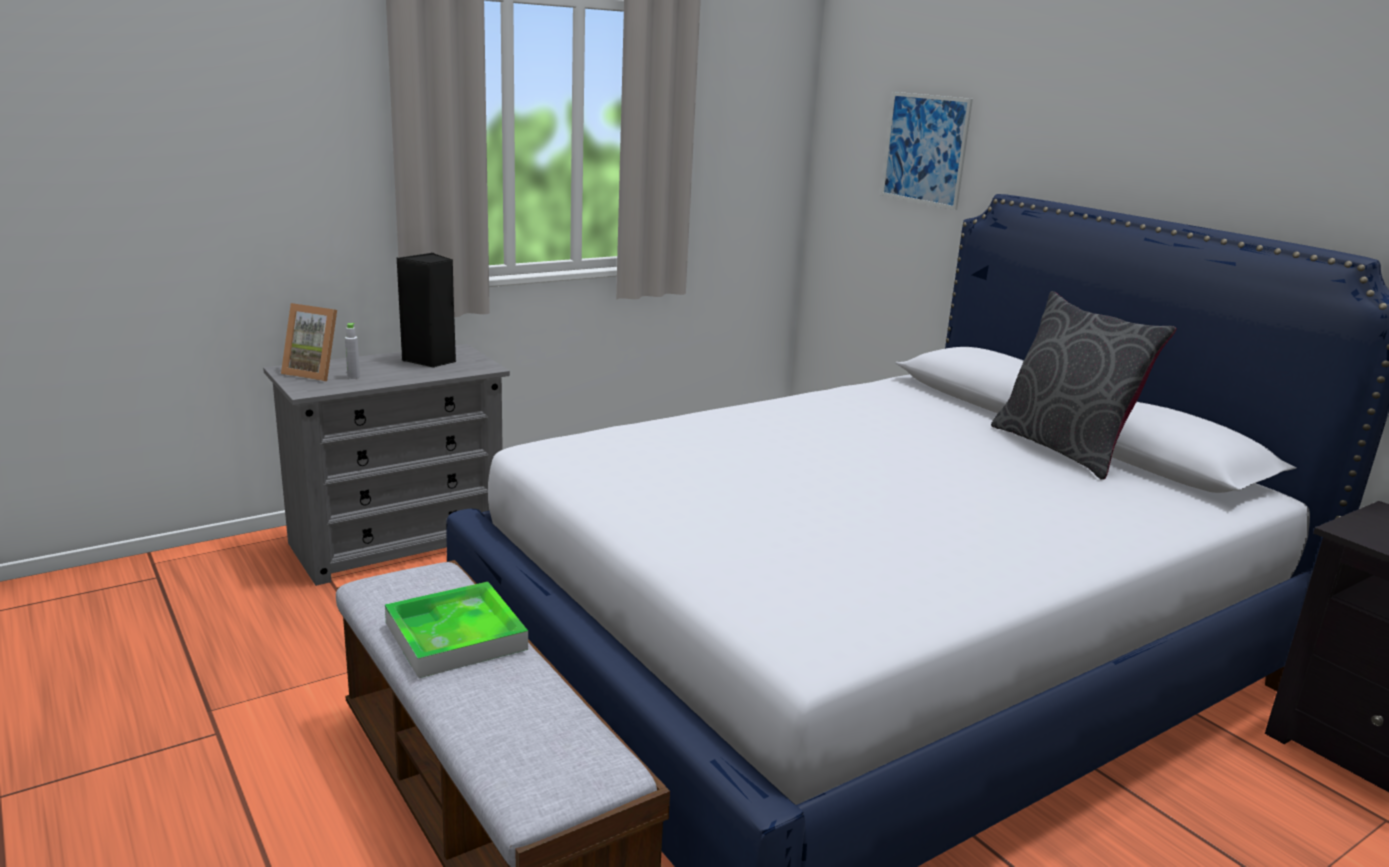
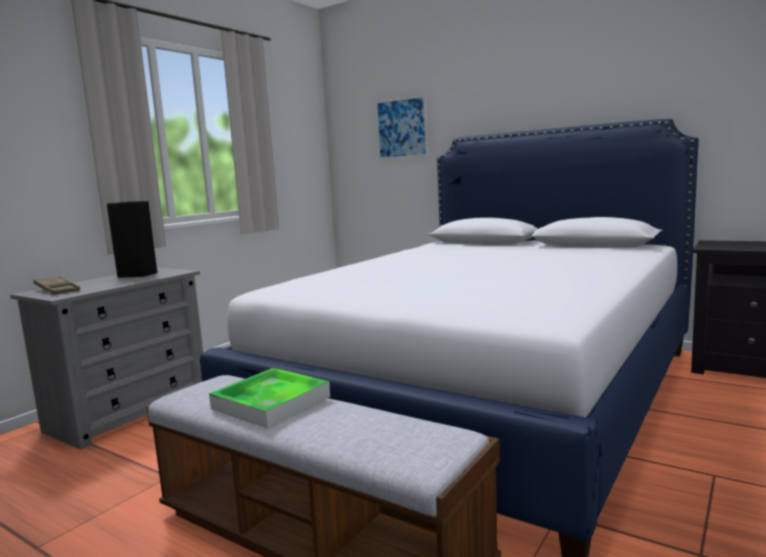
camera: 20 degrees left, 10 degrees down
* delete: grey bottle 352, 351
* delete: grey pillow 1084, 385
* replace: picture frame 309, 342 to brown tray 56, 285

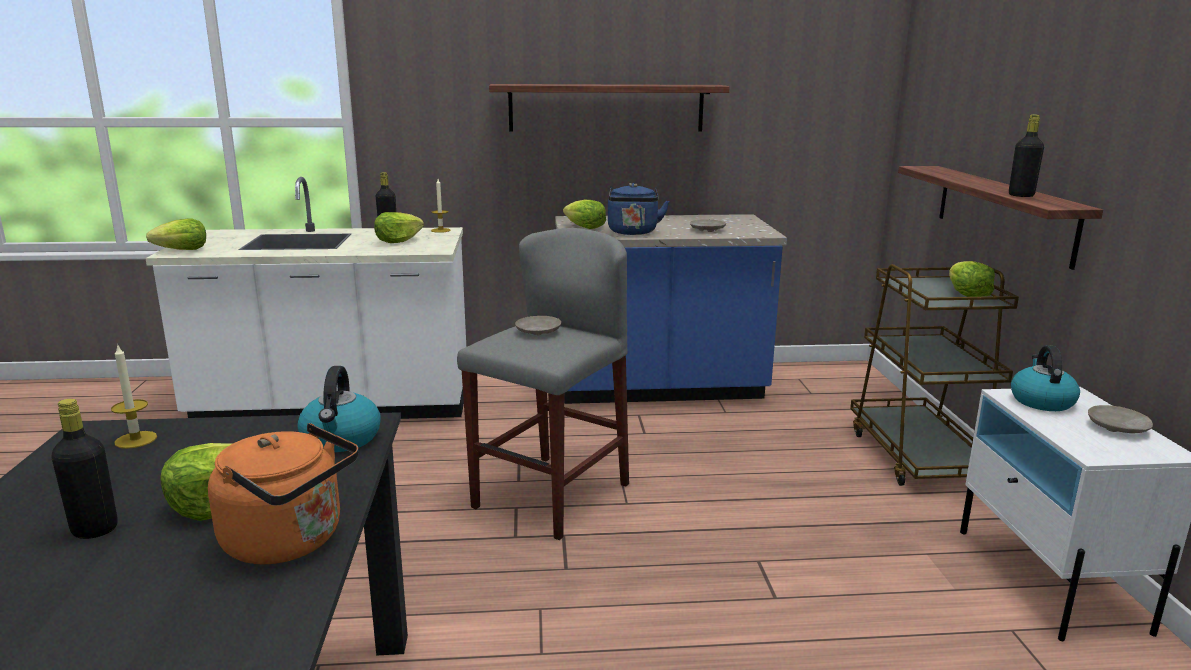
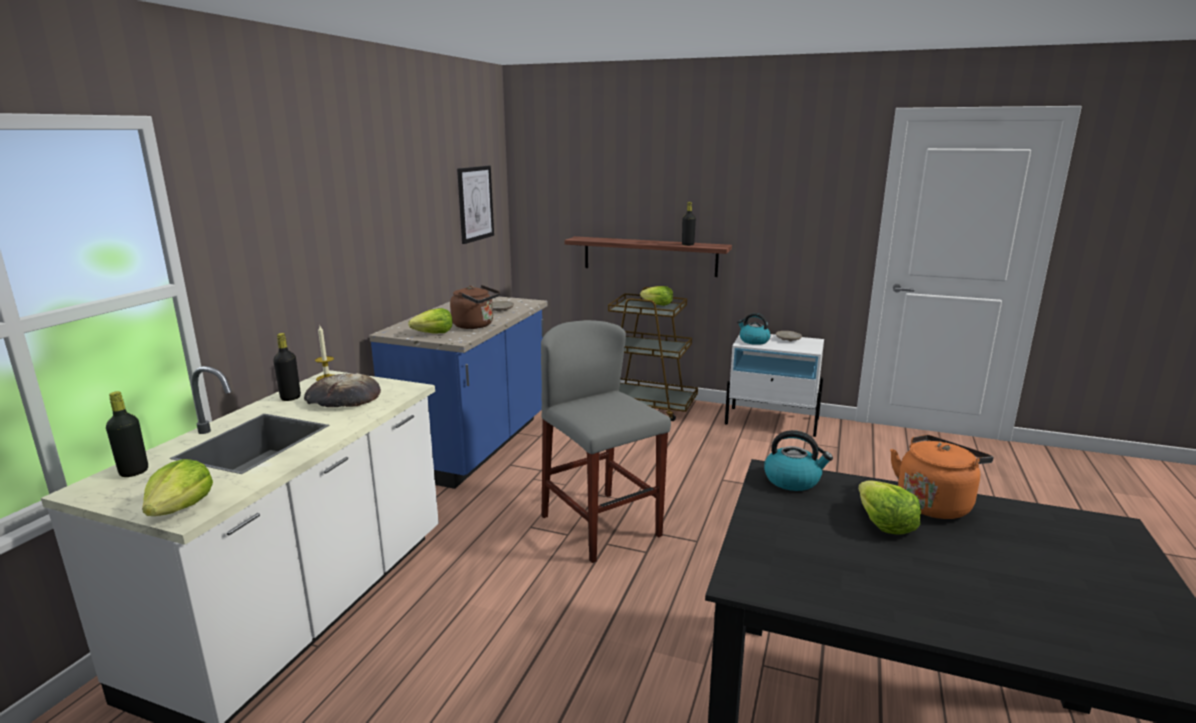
camera: 65 degrees left, 0 degrees up
* delete: candle 134, 396
* delete: shelf 609, 108
* delete: beige plate 538, 325
* insert: picture 475, 205
* move: black bottle 84, 469 to 127, 434
* replace: lettuce 399, 227 to bread 342, 390
* recolor: blue kettle 638, 209 to brown kettle 475, 307

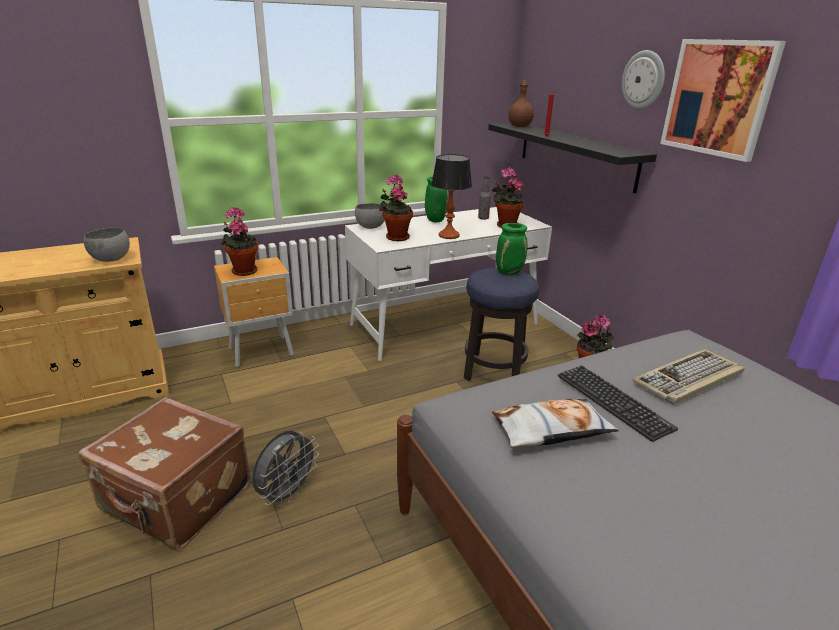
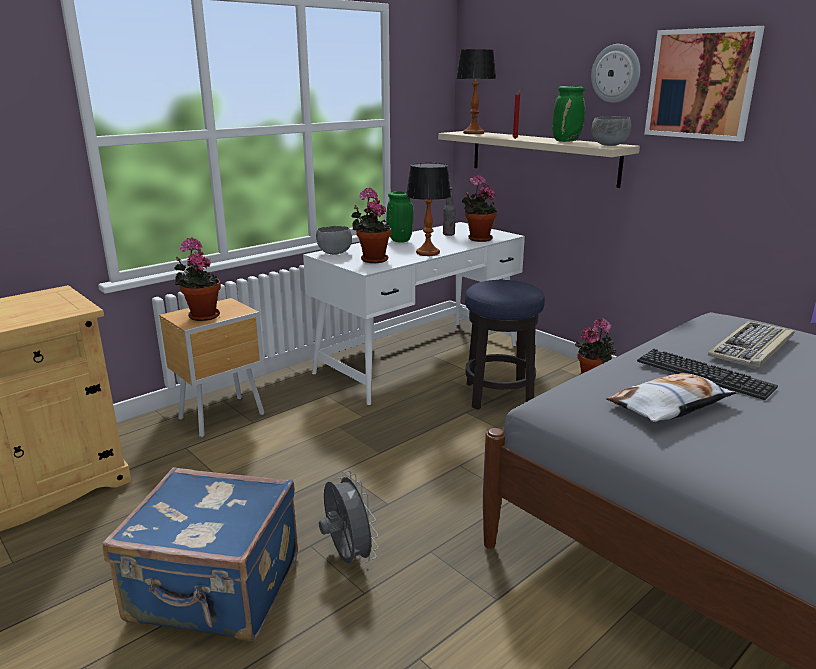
camera: 15 degrees left, 5 degrees down
* move: grey bowl 106, 245 to 611, 131
* move: green vase 511, 249 to 568, 114
* replace: brown bottle 521, 103 to table lamp 476, 91
* recolor: brown suitcase 165, 473 to blue suitcase 200, 554
* recolor: black shelf 572, 158 to beige shelf 539, 159
* rotate: grey fan 285, 469 = 349, 517 45 degrees counterclockwise

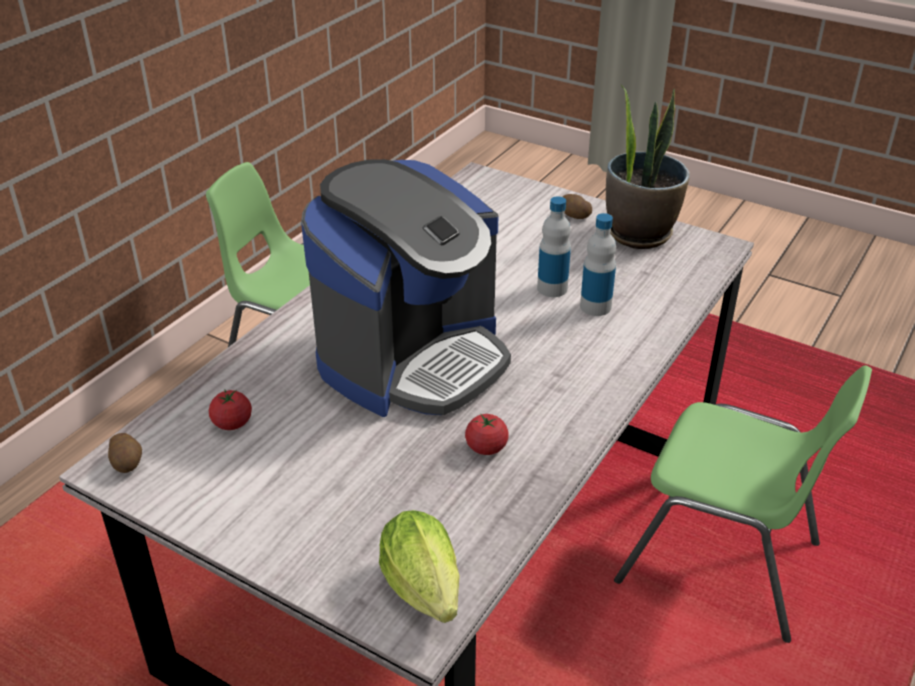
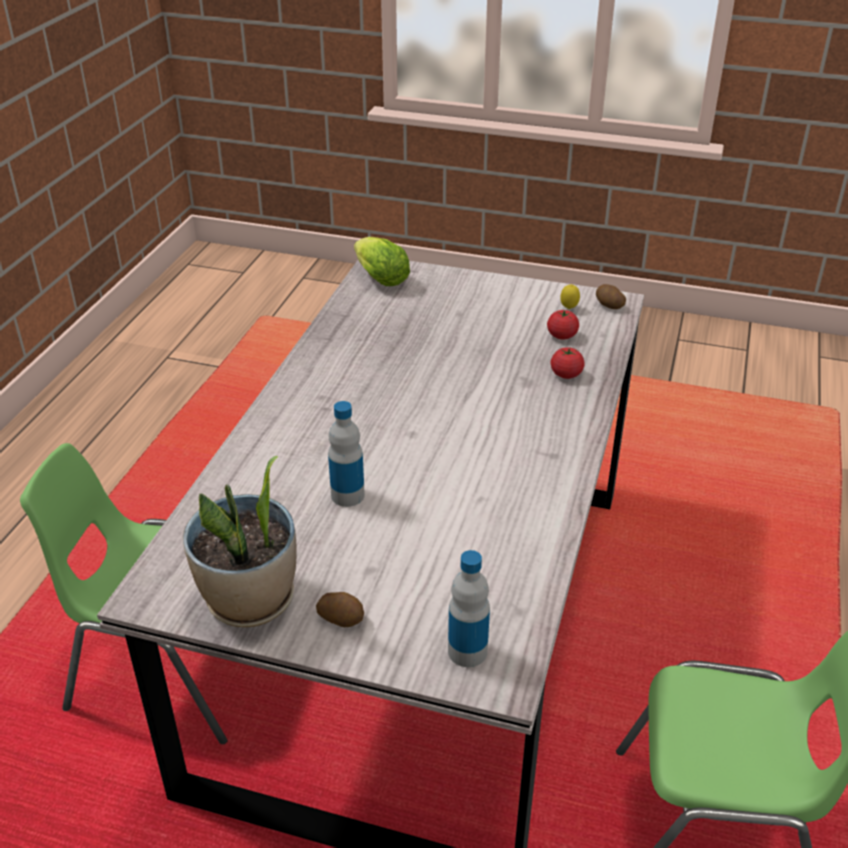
camera: 165 degrees right, 0 degrees up
* delete: coffee machine 406, 288
* insert: lemon 570, 296
* move: tomato 487, 434 to 567, 363
* move: bottle 598, 264 to 469, 608

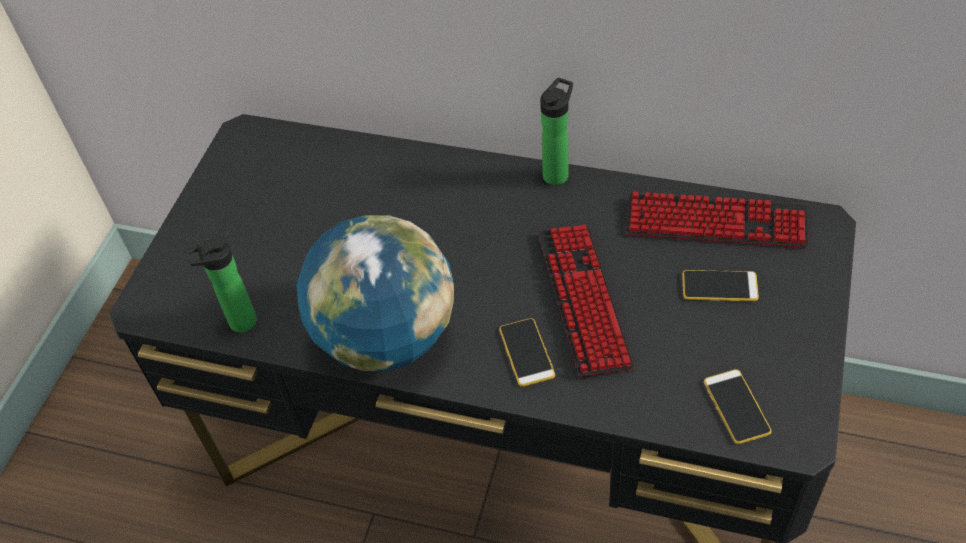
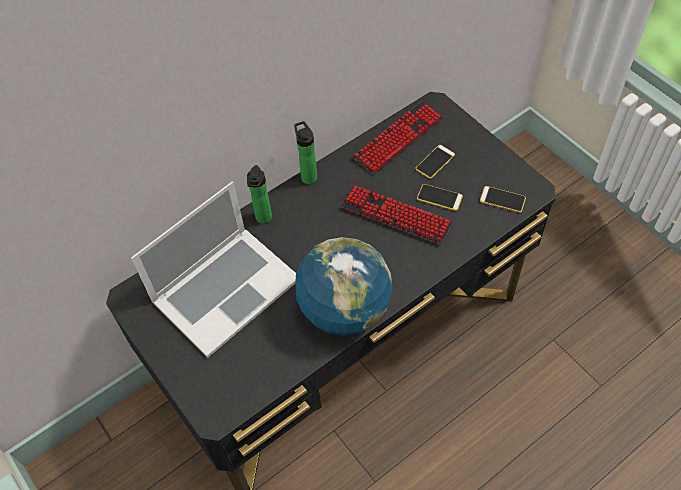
camera: 55 degrees left, 5 degrees up
* insert: laptop 213, 269
* move: bottle 220, 284 to 259, 194
* move: phone 527, 352 to 440, 197

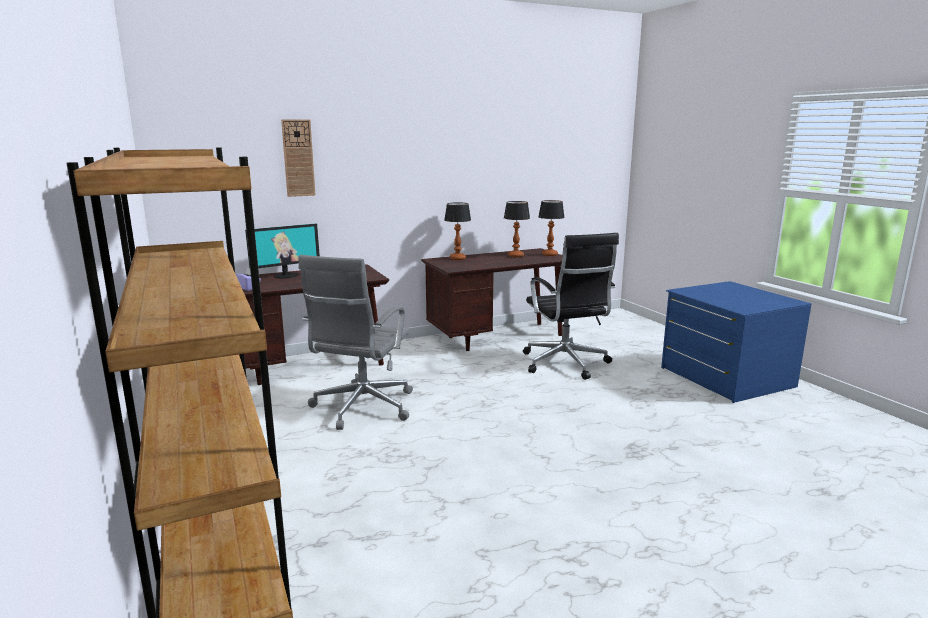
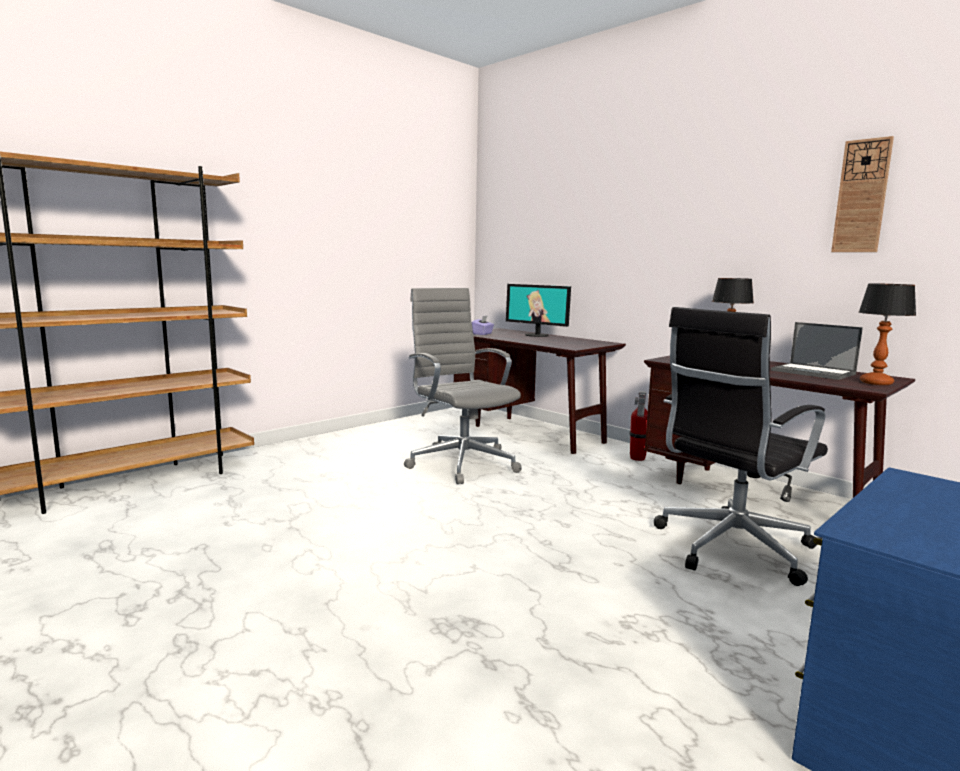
camera: 70 degrees right, 5 degrees down
* insert: fire extinguisher 638, 426
* move: wall clock 298, 158 to 862, 194
* replace: table lamp 517, 229 to laptop 817, 351
* rotate: grey office chair 356, 342 = 463, 386 60 degrees clockwise

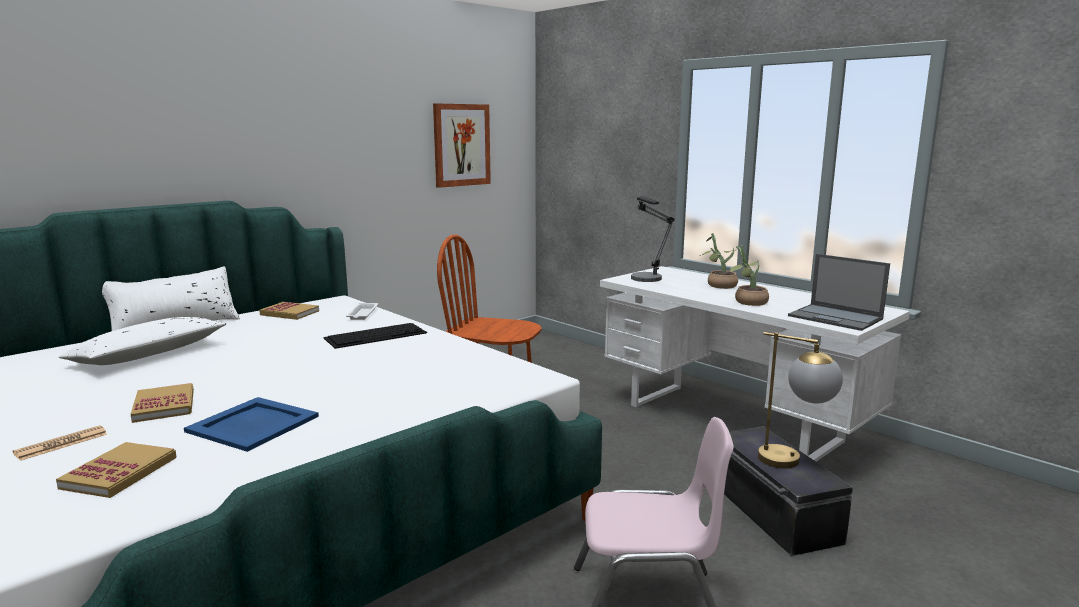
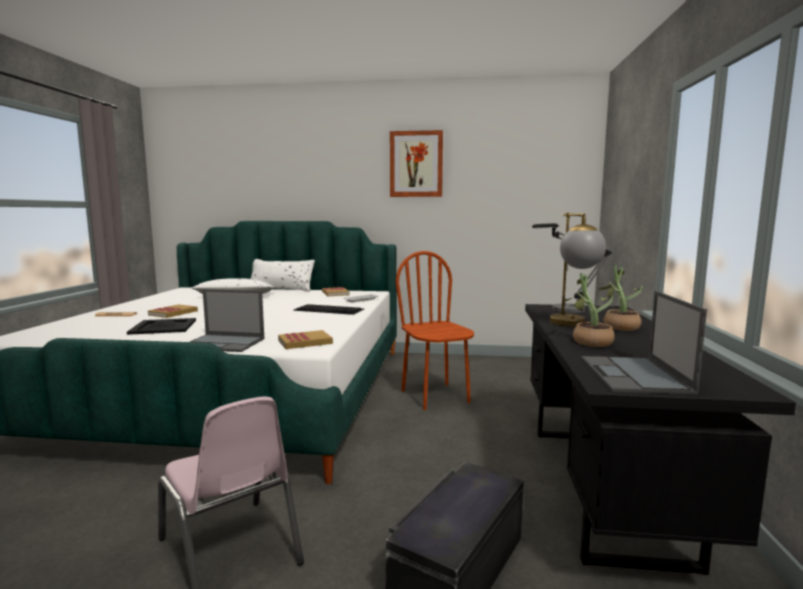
camera: 50 degrees right, 5 degrees down
* insert: laptop 227, 320
* move: book 116, 470 to 305, 339
* move: picture 462, 145 to 416, 163
* move: table lamp 800, 400 to 578, 269
* recolor: blue tray 251, 424 to black tray 161, 326
* recolor: white desk 755, 364 to black desk 660, 439

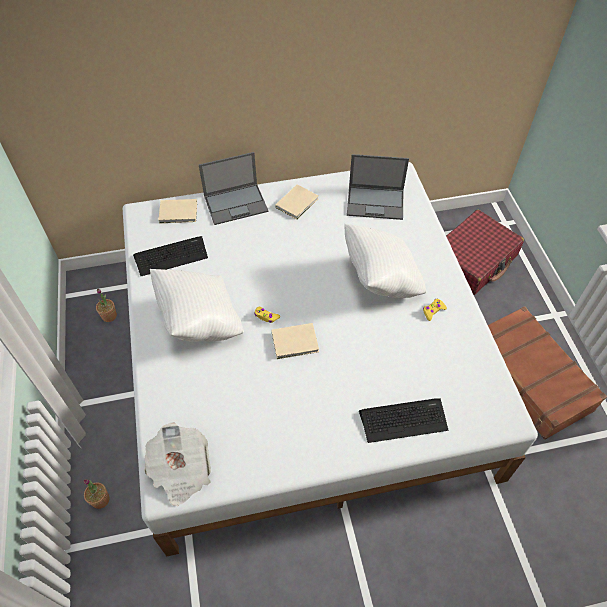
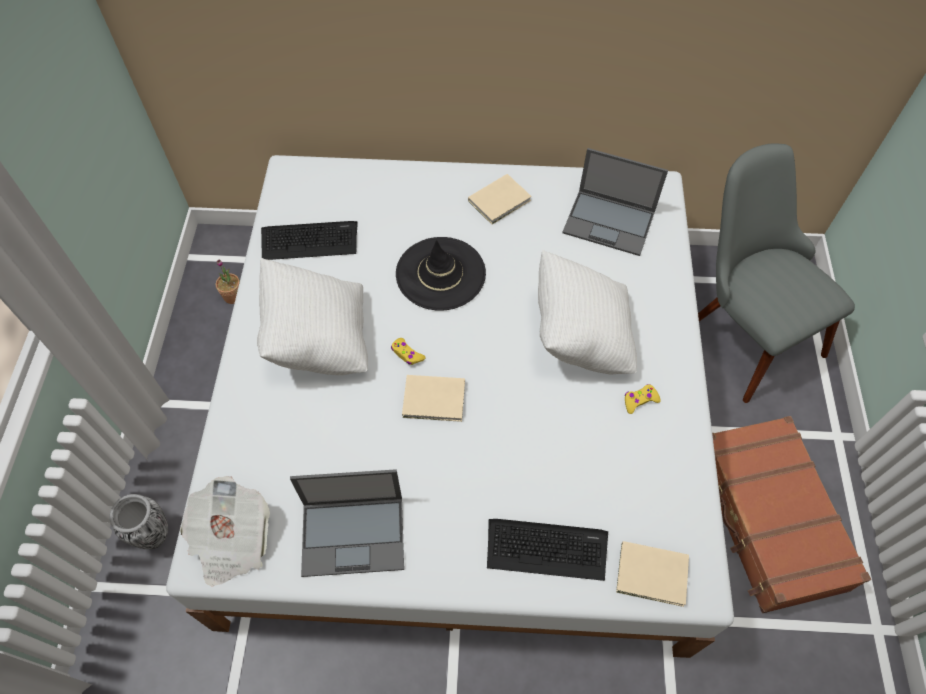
camera: 15 degrees right, 5 degrees up
* insert: black hat 441, 274
* move: beige book 177, 211 to 652, 574
* move: laptop 234, 188 to 347, 523
* replace: potted plant 97, 494 to vase 139, 521
* replace: red suitcase 485, 252 to grey chair 776, 273

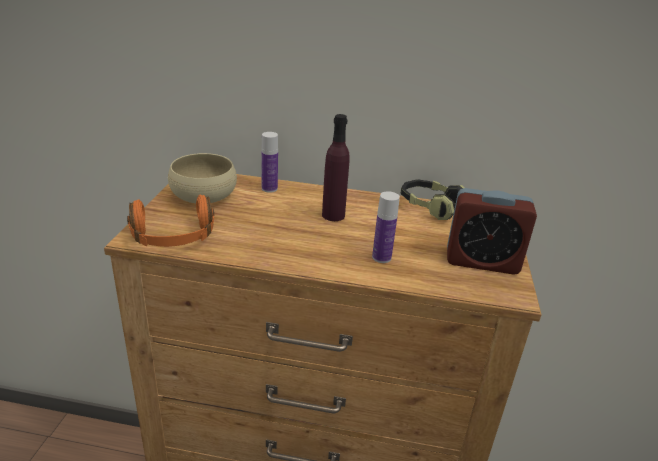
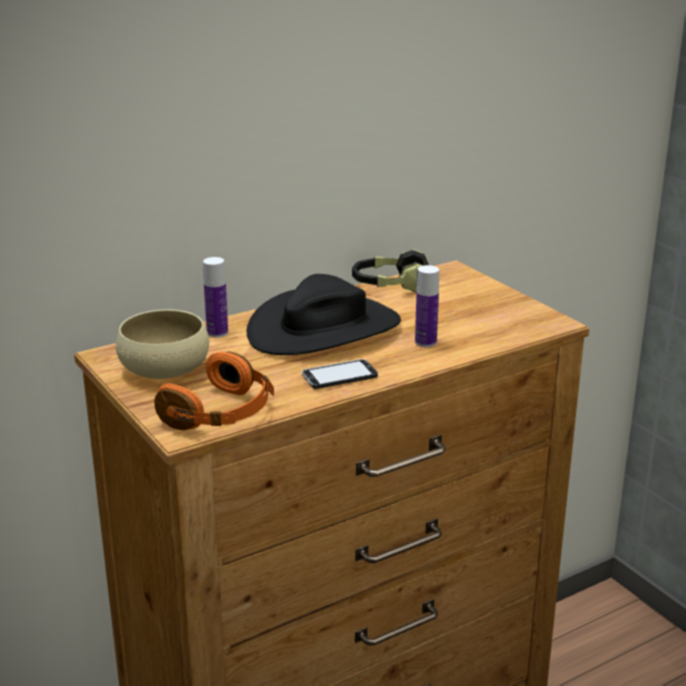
camera: 40 degrees left, 5 degrees down
* delete: alarm clock 492, 231
* insert: phone 340, 374
* replace: purple bottle 336, 167 to black hat 324, 314

